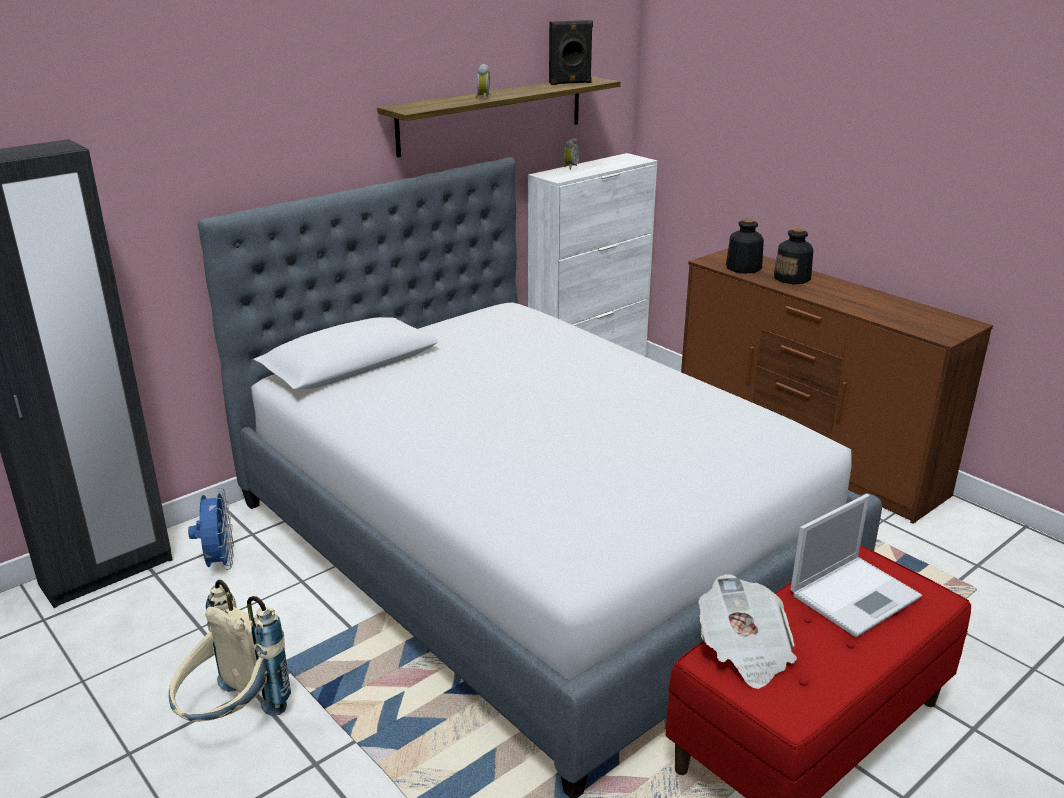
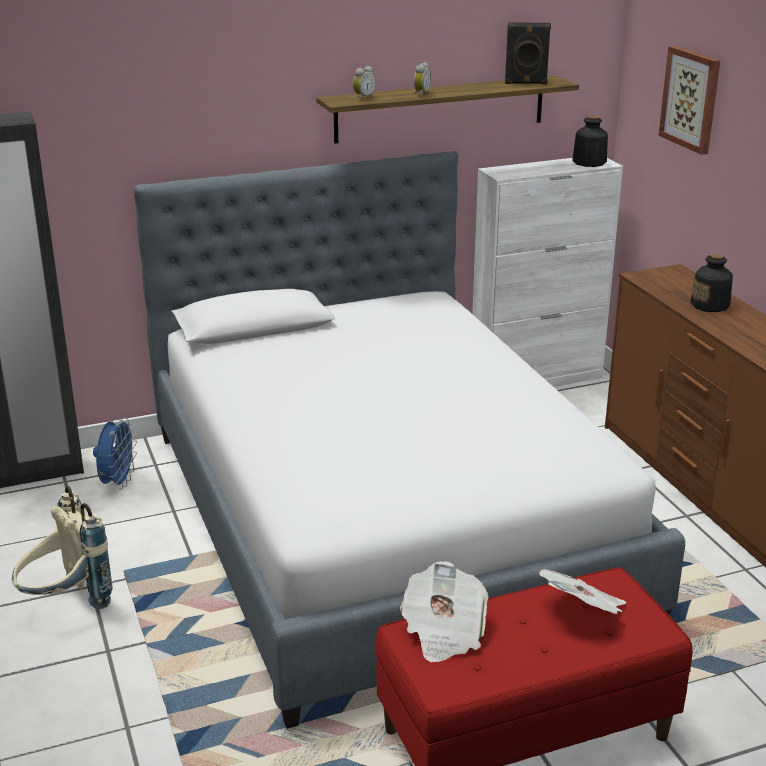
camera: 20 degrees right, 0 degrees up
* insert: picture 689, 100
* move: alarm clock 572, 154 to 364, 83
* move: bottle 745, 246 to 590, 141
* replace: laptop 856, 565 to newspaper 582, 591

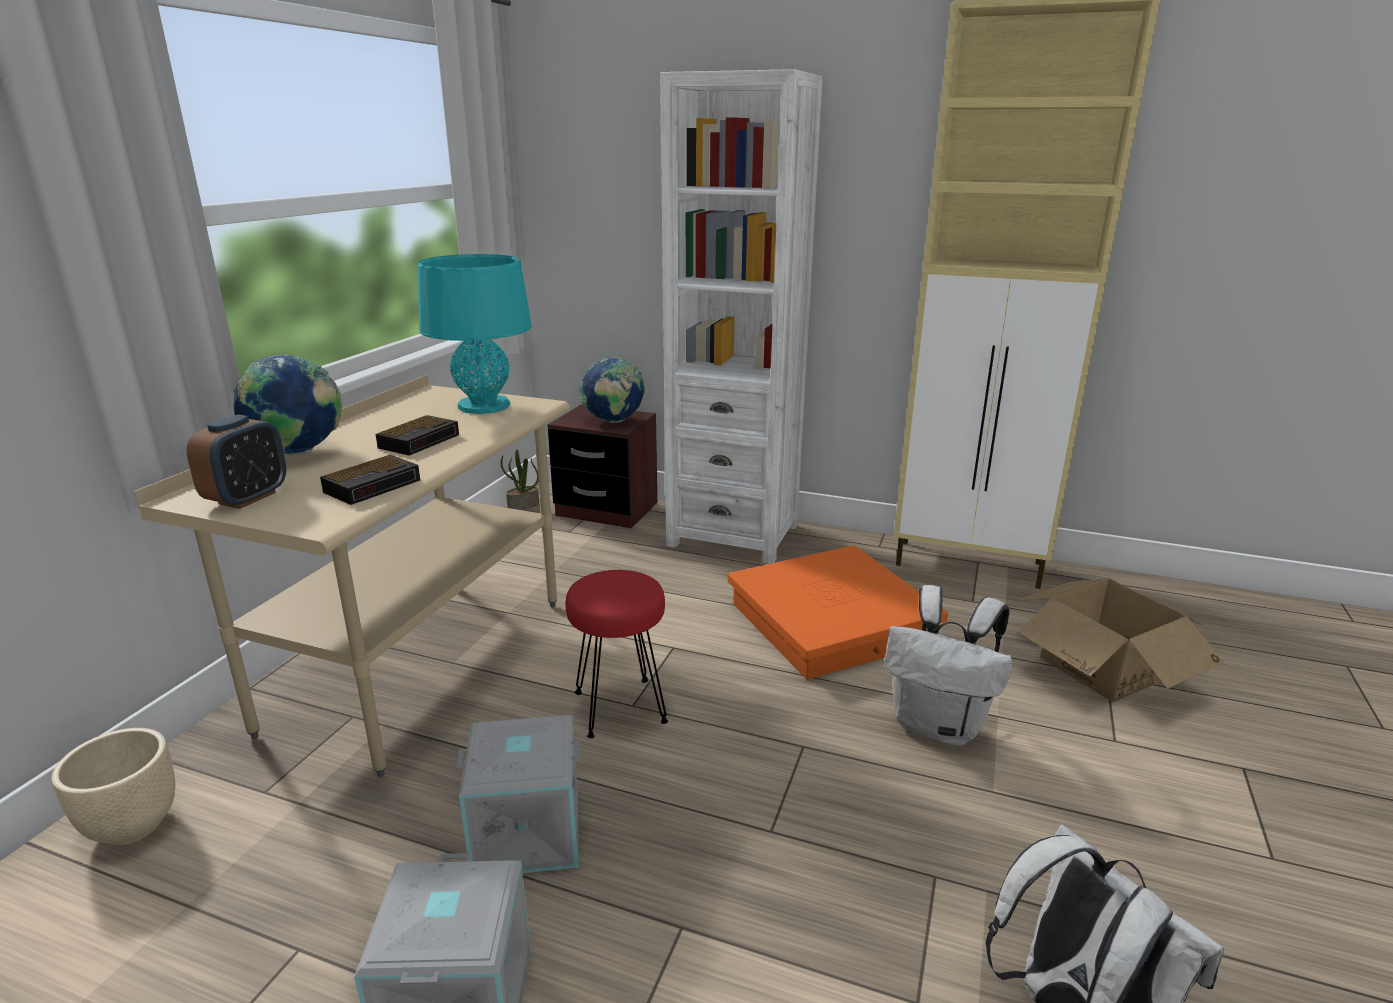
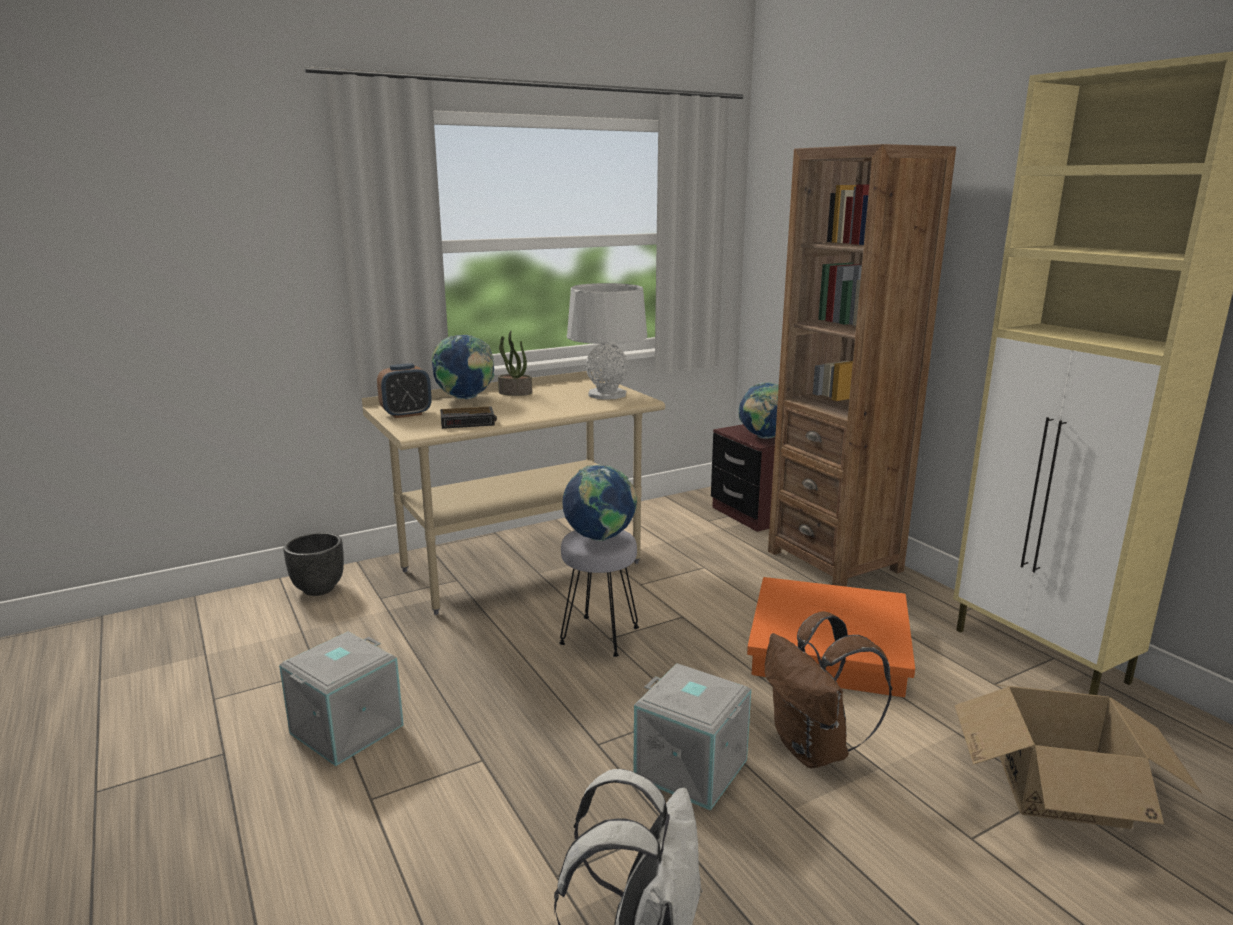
camera: 40 degrees right, 5 degrees down
* delete: alarm clock 417, 435
* insert: globe 599, 502
* move: grey storage box 518, 794 to 692, 737
* move: potted plant 520, 479 to 515, 363
* recolor: beige planter 113, 786 to black planter 313, 564
* recolor: turquoise table lamp 475, 334 to grey table lamp 607, 341
* recolor: red stool 616, 654 to grey stool 599, 593
* recolor: white bookcase 741, 316 to brown bookcase 862, 365
* recolor: white backpack 948, 665 to brown backpack 828, 690

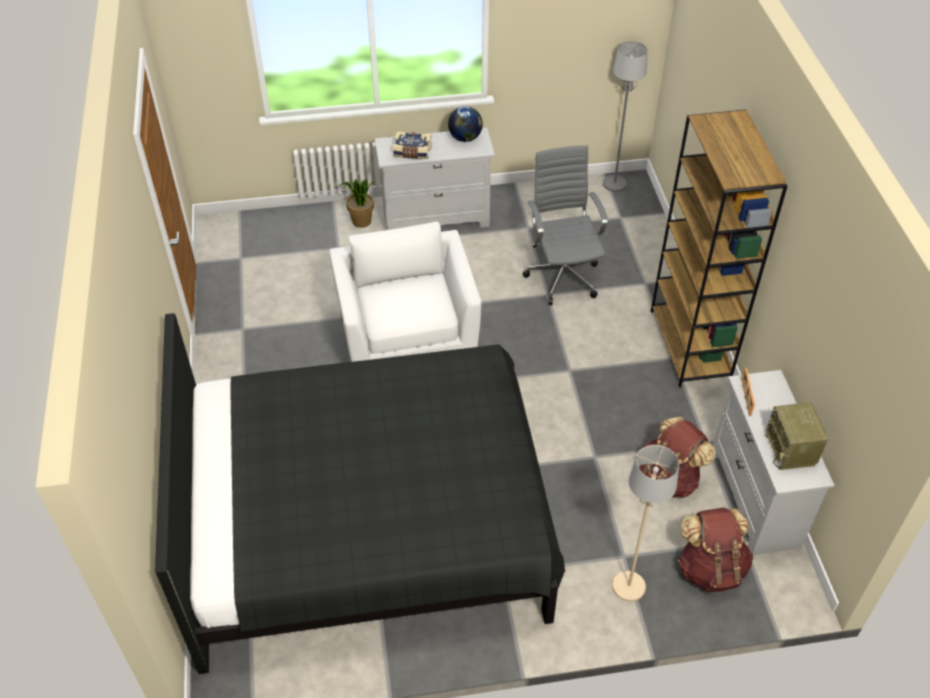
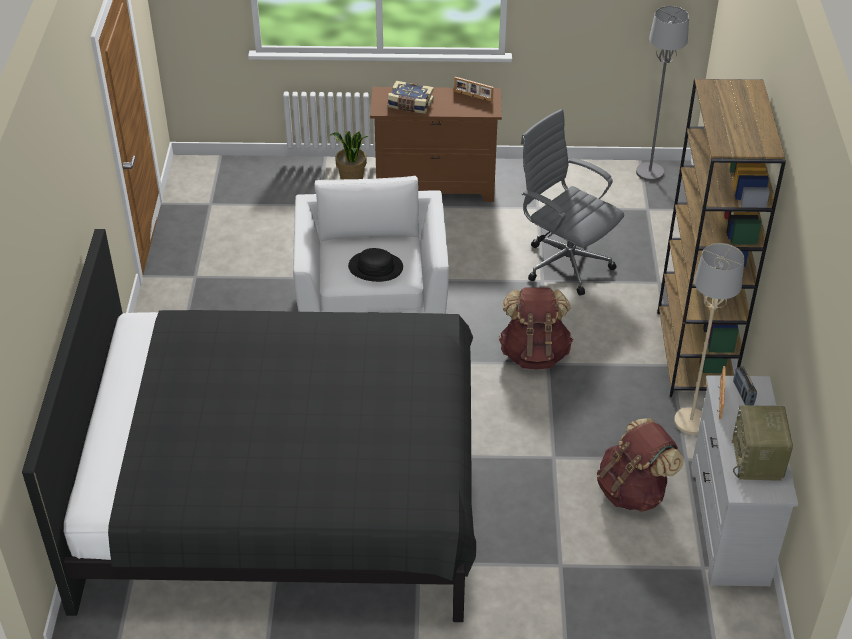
camera: 10 degrees right, 5 degrees down
* insert: black hat 375, 265
* insert: radio 745, 386
* move: beige floor lamp 646, 523 to 709, 338
* move: brown backpack 715, 550 to 536, 328
* replace: globe 465, 124 to picture frame 474, 89
* recolor: white dresser 435, 179 to brown dresser 436, 144
* rotate: grey office chair 565, 225 = 572, 202 45 degrees counterclockwise

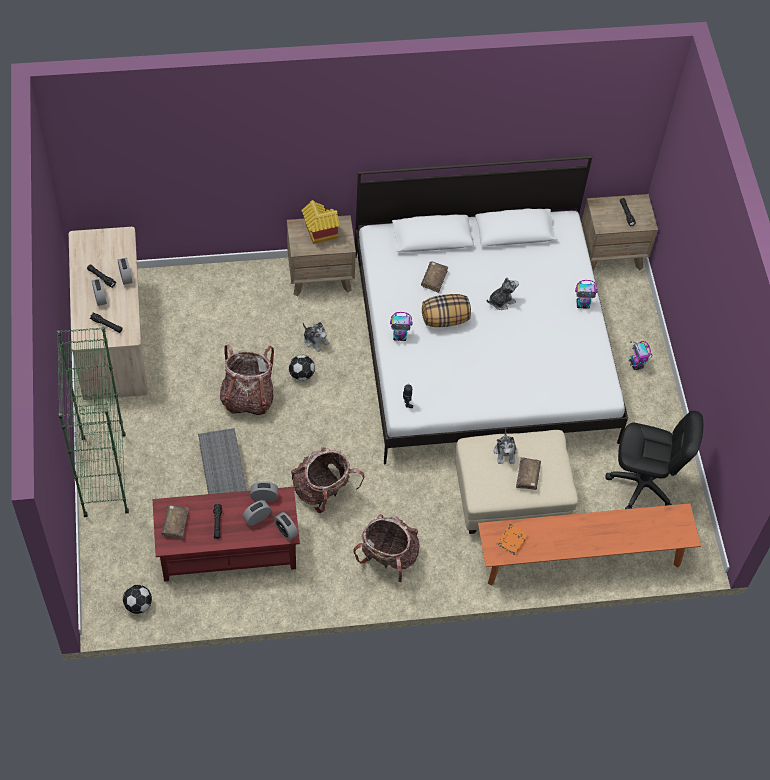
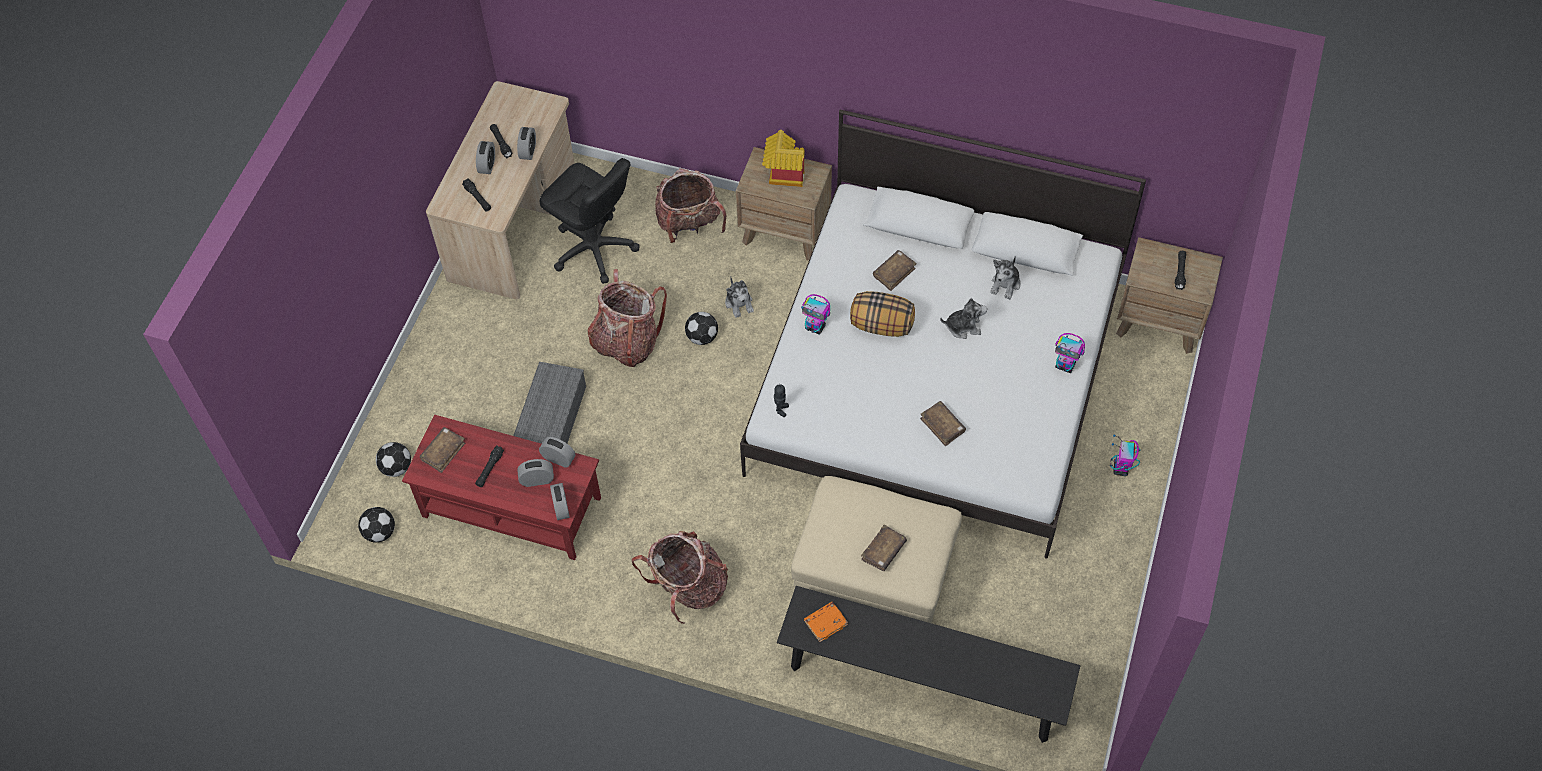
camera: 30 degrees right, 0 degrees up
* delete: green bookcase 93, 422
* insert: football 393, 459
* insert: brown book 943, 423
* move: backpack 328, 480 to 690, 205
* move: plush toy 505, 446 to 1006, 278
* move: black office chair 654, 460 to 590, 221
* recolor: orange bench 589, 544 to black bench 928, 664

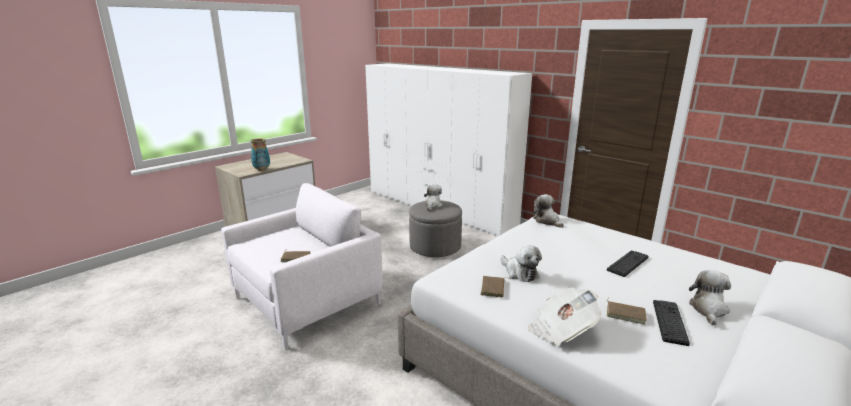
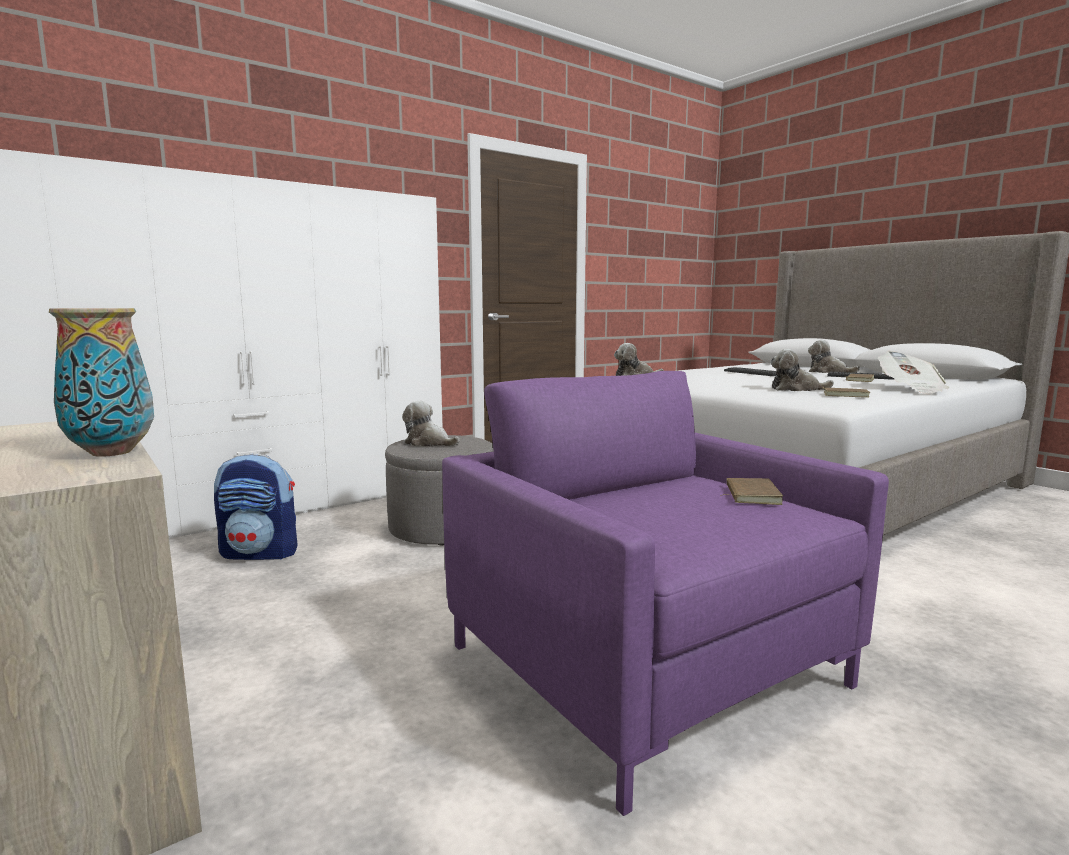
camera: 80 degrees left, 10 degrees down
* insert: backpack 256, 507
* recolor: white armchair 302, 266 to purple armchair 665, 593
* rotate: plush toy 521, 264 = 802, 370 150 degrees counterclockwise

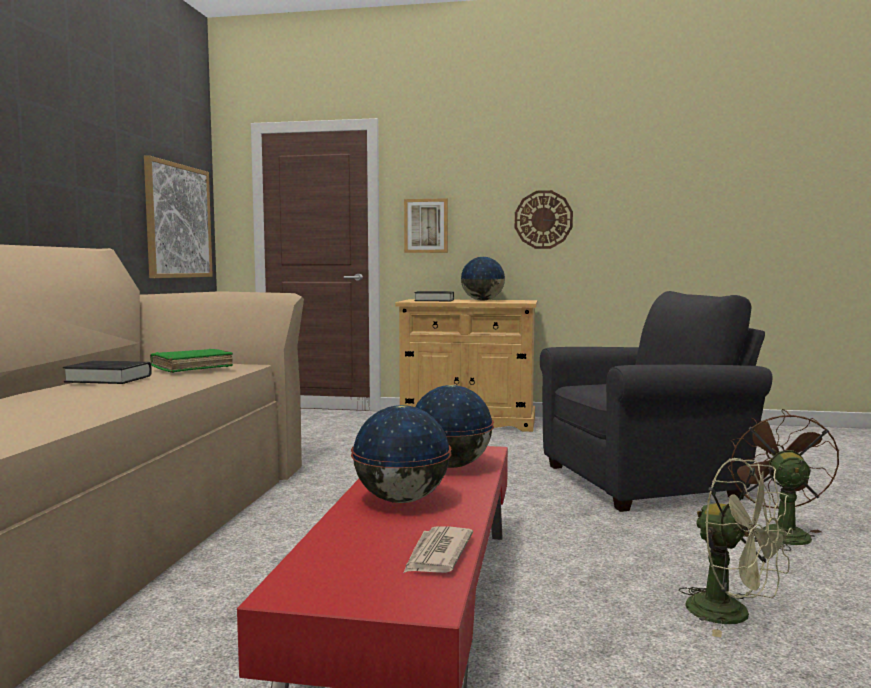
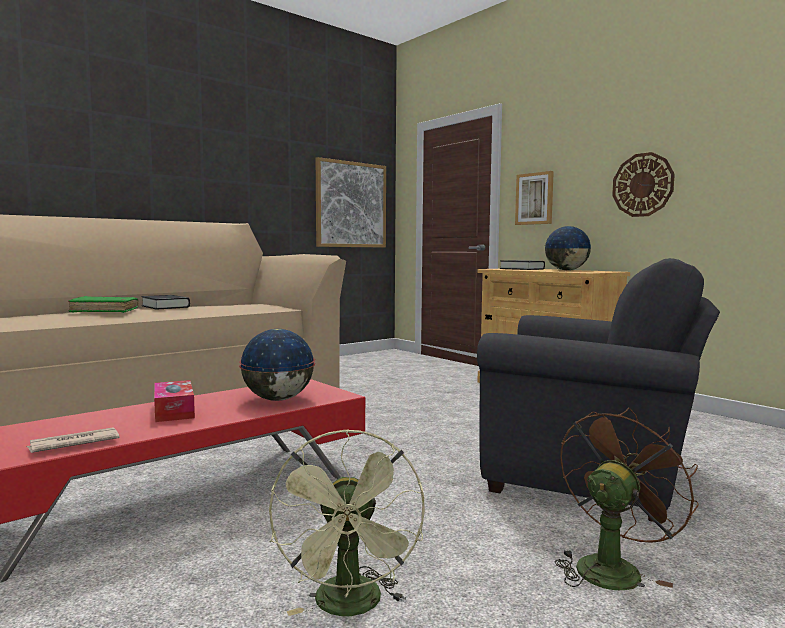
camera: 40 degrees right, 0 degrees up
* move: green book 191, 361 to 103, 304
* replace: globe 401, 454 to tissue box 174, 401

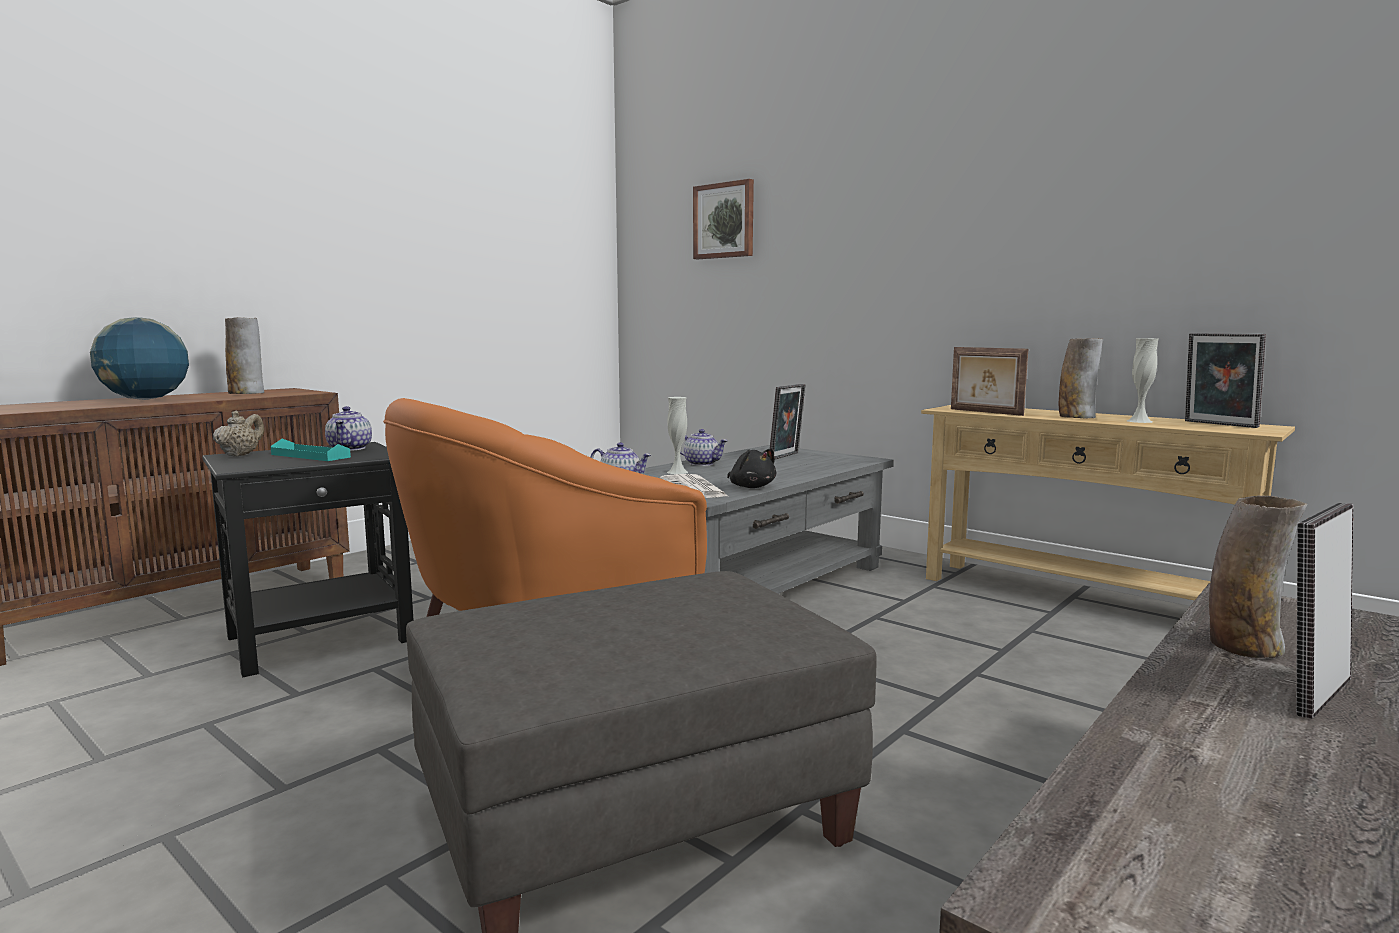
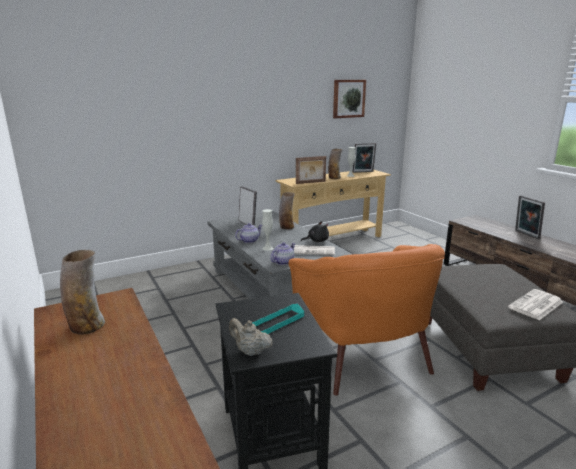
camera: 70 degrees left, 10 degrees up
* delete: globe 139, 358
* delete: teapot 348, 428
* insert: newspaper 535, 304
* move: picture 723, 219 to 349, 99
* move: vase 1258, 576 to 287, 210

